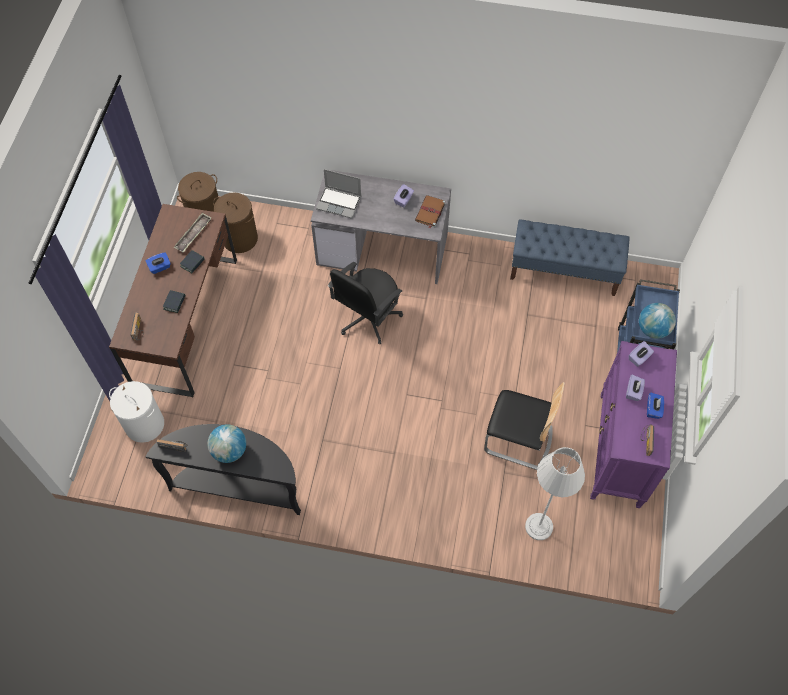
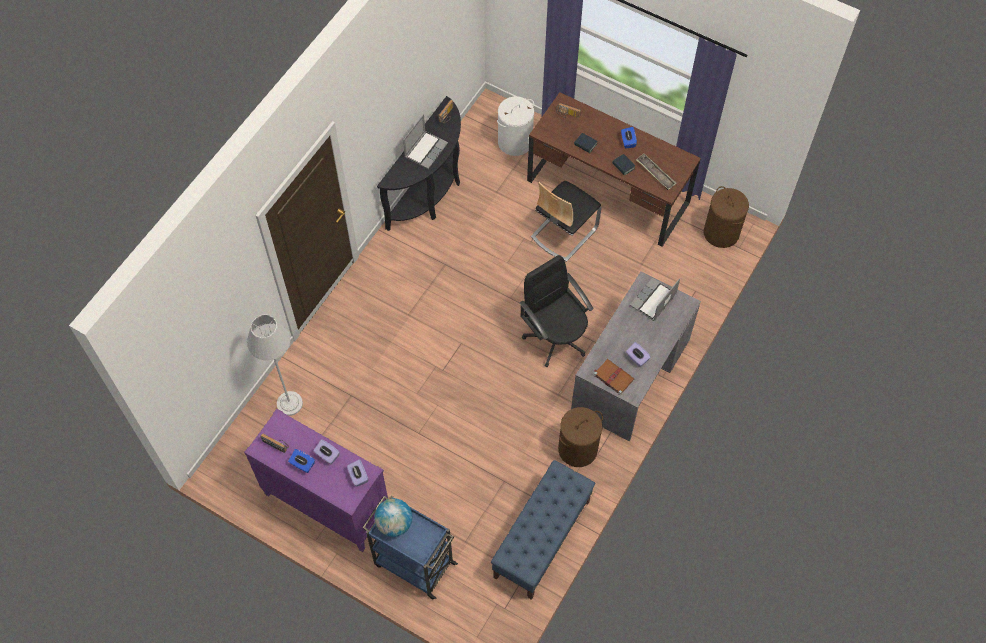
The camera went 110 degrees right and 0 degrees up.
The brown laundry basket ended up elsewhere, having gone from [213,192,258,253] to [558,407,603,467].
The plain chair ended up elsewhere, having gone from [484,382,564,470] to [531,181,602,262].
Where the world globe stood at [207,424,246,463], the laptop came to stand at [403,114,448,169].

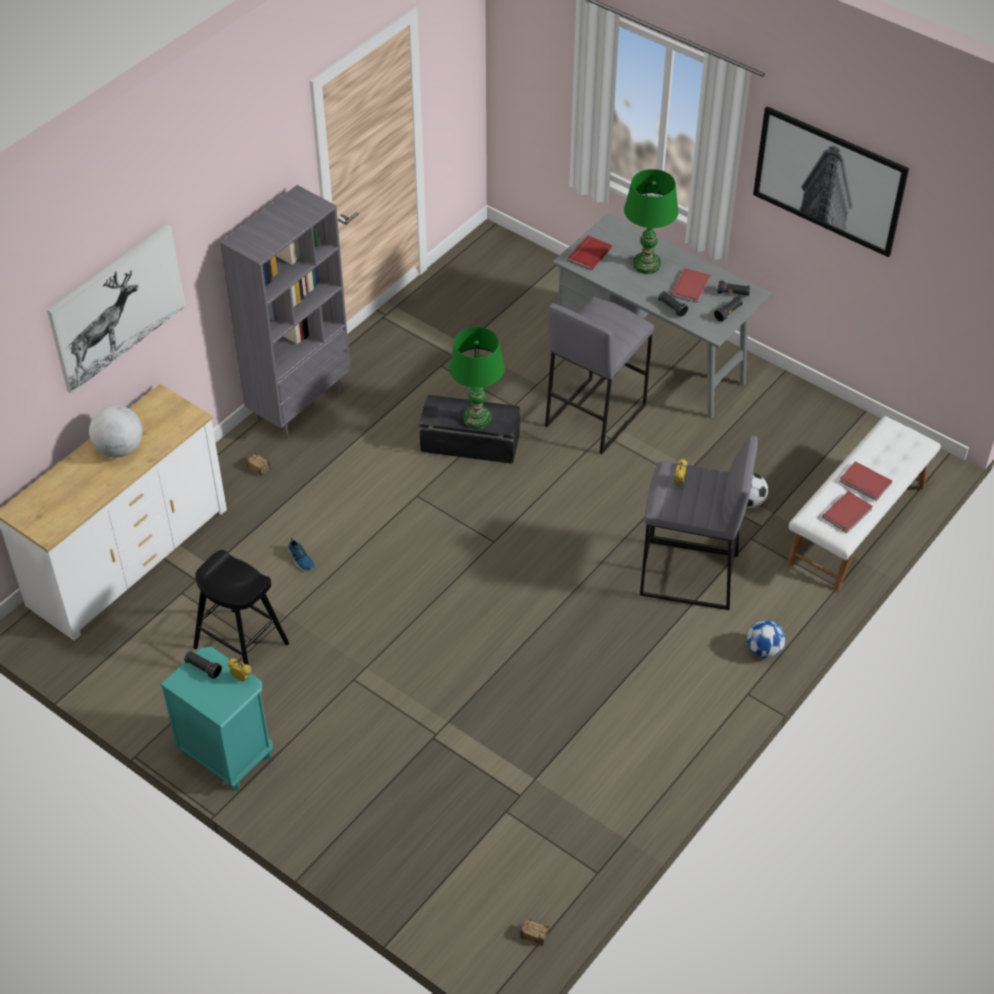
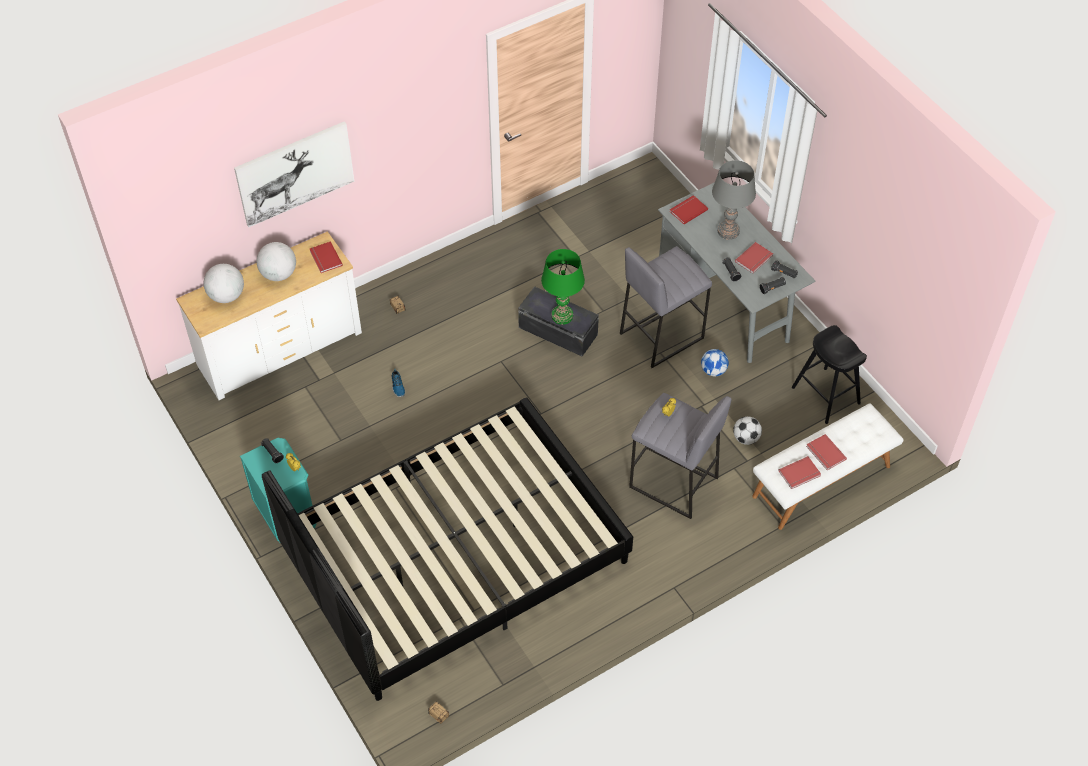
The camera went 20 degrees right and 5 degrees up.
The second view lost the greyish bookshelf at [220,185,350,440].
The second view lost the wall art at [753,106,909,257].
The second view gained the world globe at [204,264,244,303].
The second view gained the black sleeping bed at [262,397,633,701].
The second view gained the reddish volume at [310,241,343,273].
The black stool ended up elsewhere, having gone from [193,550,289,665] to [792,325,867,424].
The football ended up elsewhere, having gone from [747,620,785,658] to [701,349,729,376].
What was the green-coloured table lamp at [624,169,679,274] turned into the greyish table lamp at [712,160,756,240].

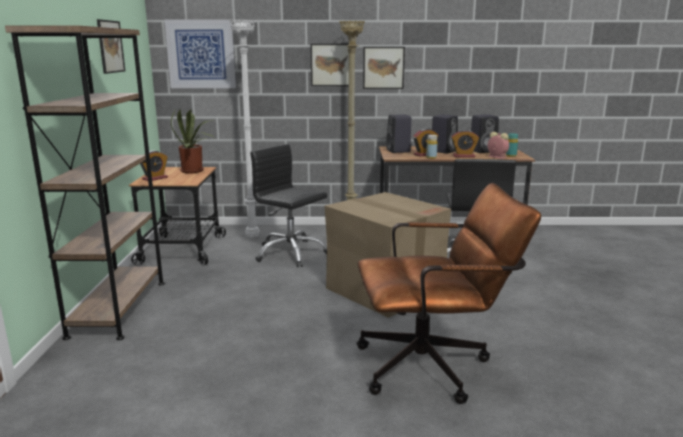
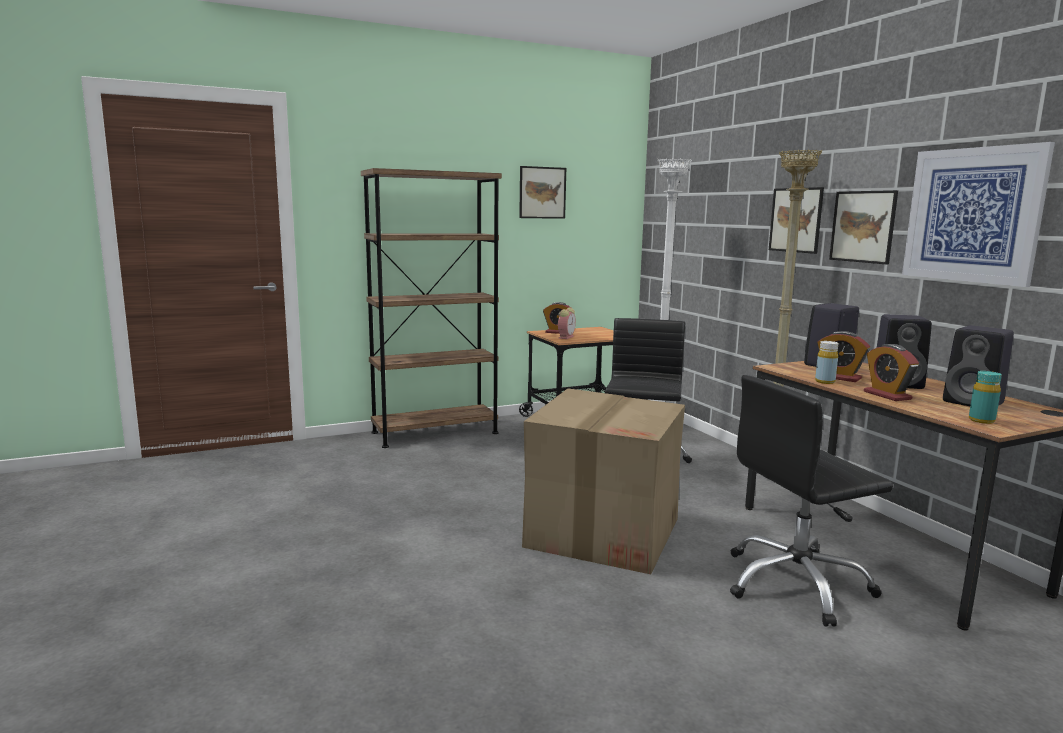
The camera went 65 degrees right and 5 degrees down.
The second view lost the houseplant at [171,109,214,174].
The second view lost the brown office chair at [356,183,541,404].
The wall art ended up elsewhere, having gone from [164,19,236,88] to [902,142,1055,287].
The alarm clock ended up elsewhere, having gone from [488,132,509,159] to [558,308,576,339].

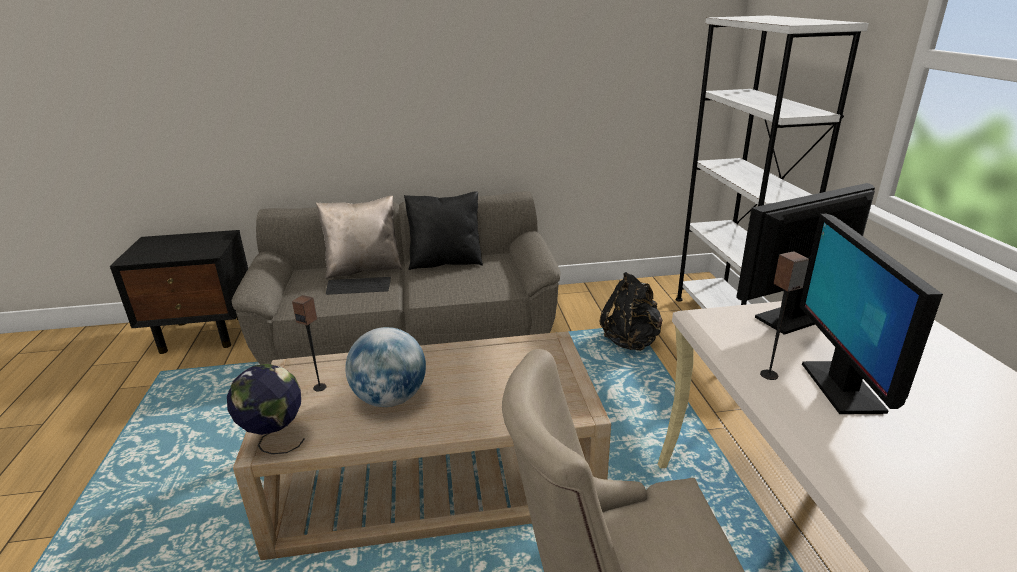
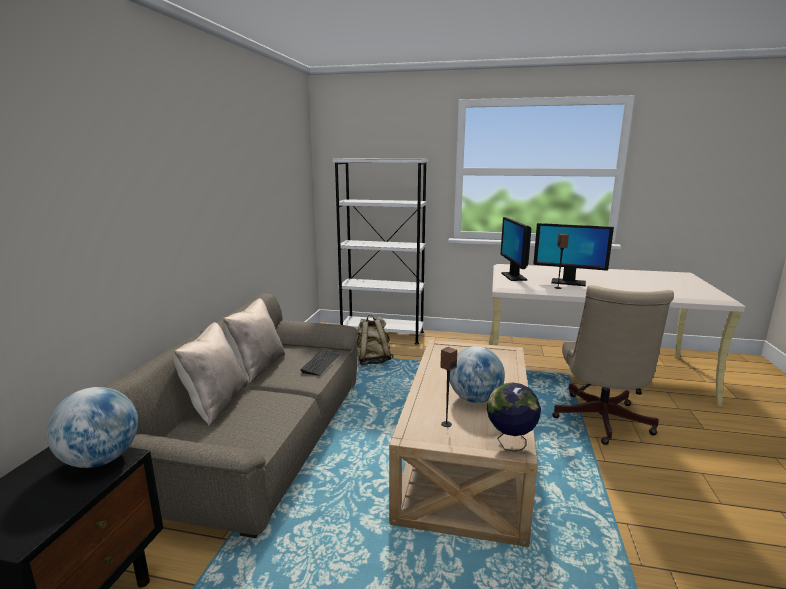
The camera went 70 degrees left and 10 degrees down.
The second view gained the world globe at [46,387,138,468].
The PC keyboard ended up elsewhere, having gone from [326,277,391,295] to [300,349,339,376].
What was the black pillow at [404,191,483,270] turned into the beige pillow at [223,298,285,384].
What was the black rucksack at [600,272,663,351] turned into the beige rucksack at [357,315,394,365].

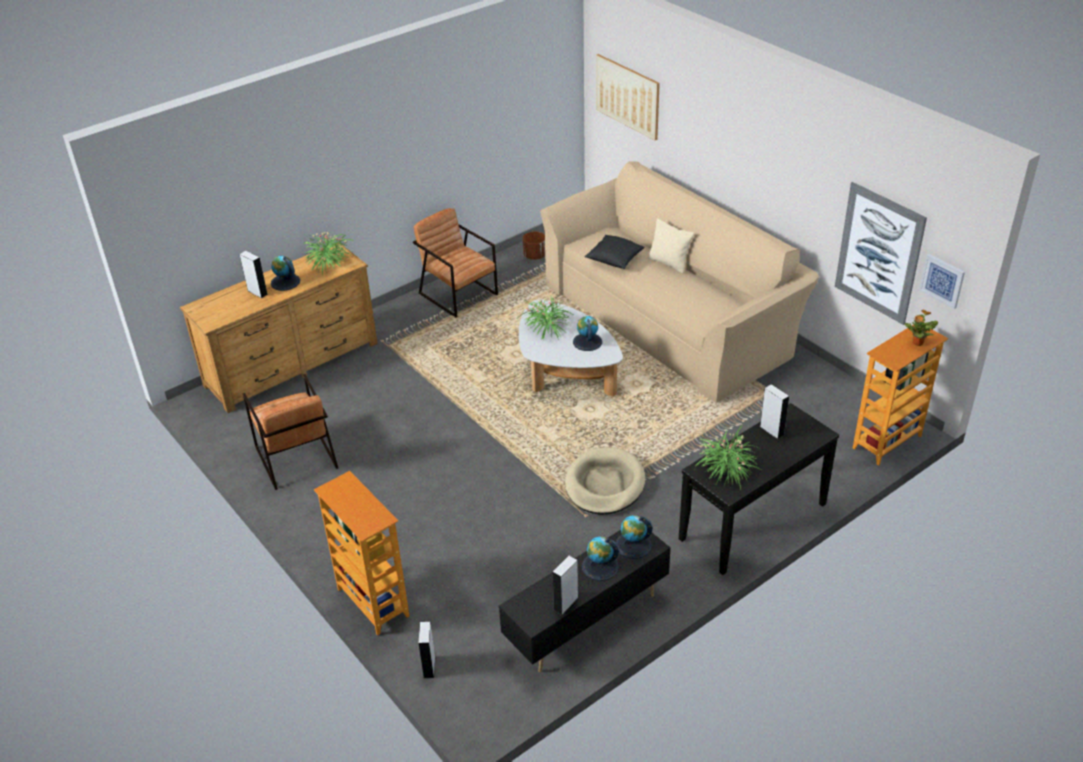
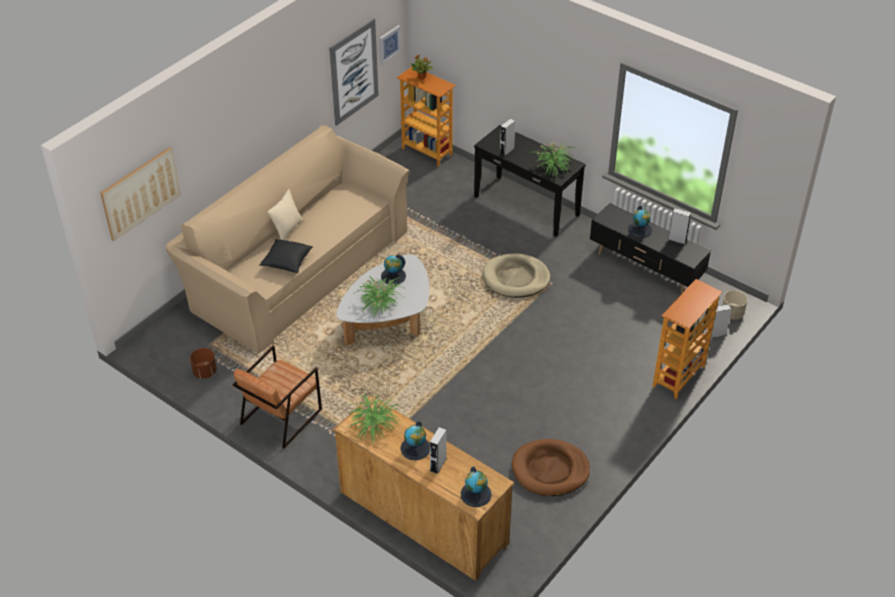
The camera went 105 degrees left and 5 degrees up.
The second view gained the beige plant pot at [722,290,747,319].
The world globe ended up elsewhere, having gone from [616,515,652,559] to [461,466,492,507].
Where the brown easy chair stood at [243,374,338,490], the brown dog bed came to stand at [512,439,590,496].

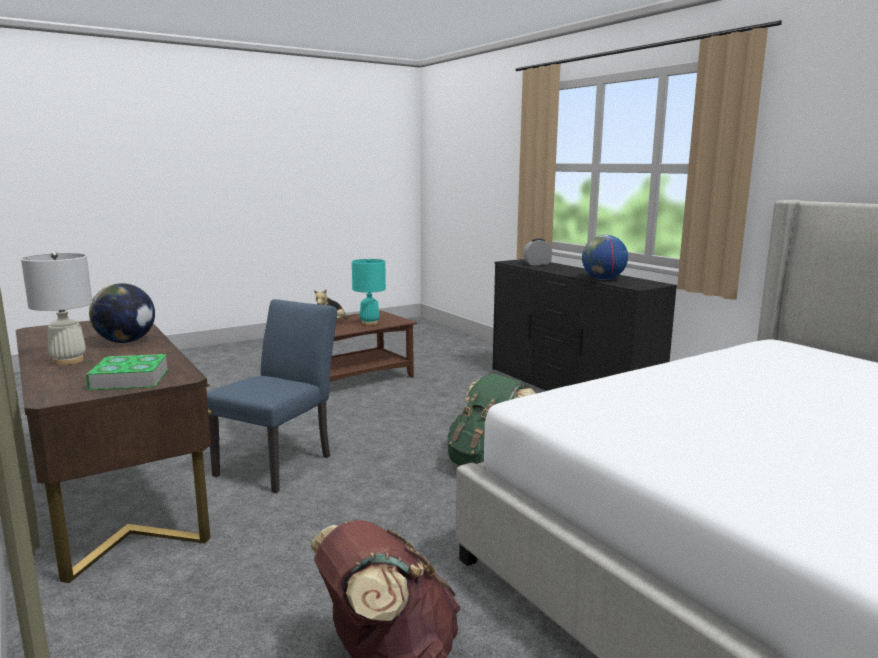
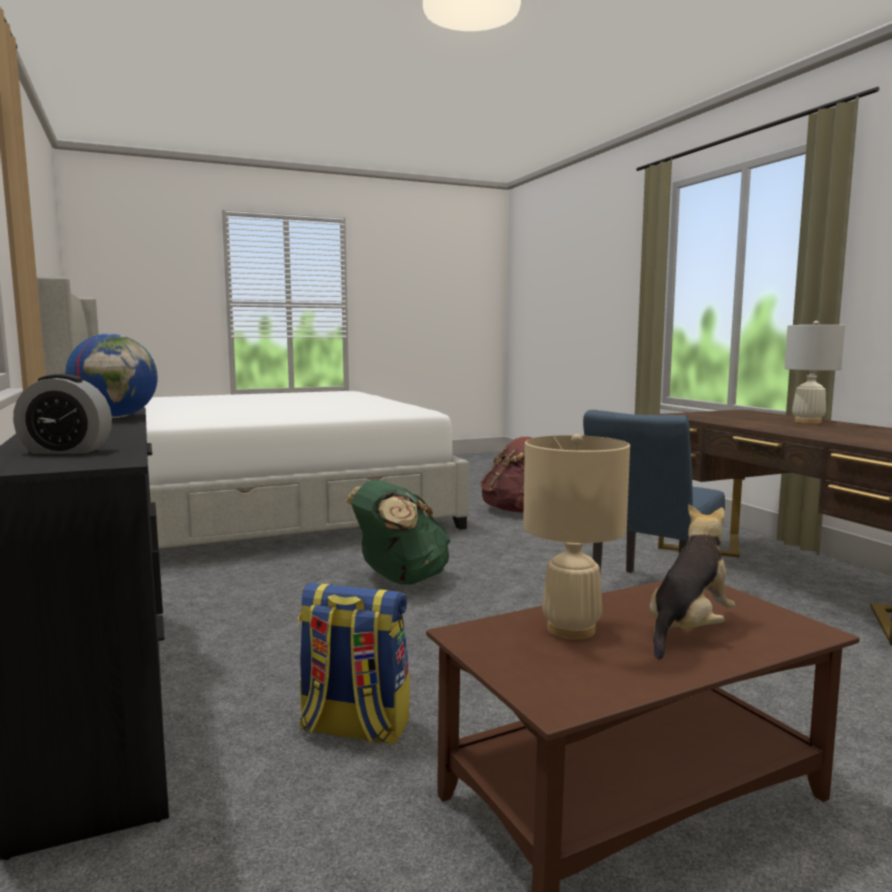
The camera went 170 degrees left and 5 degrees down.
The second view lost the volume at [86,354,168,390].
The second view lost the world globe at [89,283,155,343].
The second view gained the rucksack at [298,583,410,745].
What was the turquoise table lamp at [352,258,386,325] turned into the beige table lamp at [523,434,630,640].

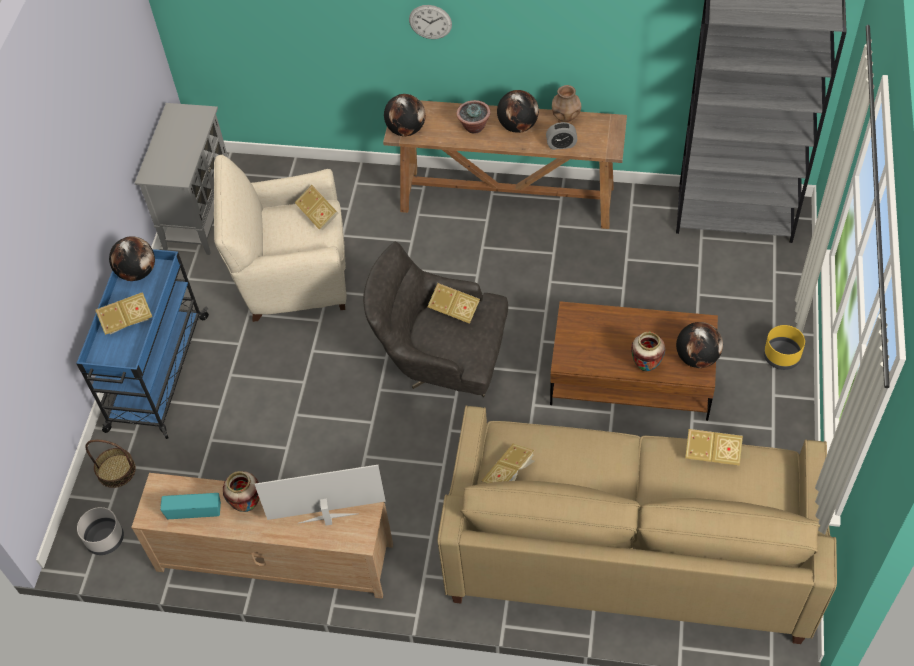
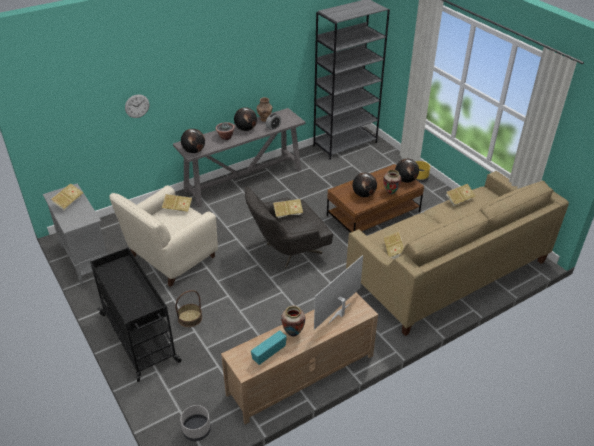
The camera went 45 degrees left and 15 degrees down.
The basket ended up elsewhere, having gone from [85,440,136,488] to [176,290,202,327].
The volume ended up elsewhere, having gone from [96,292,152,335] to [51,183,83,211].
The world globe ended up elsewhere, having gone from [109,236,155,281] to [352,173,377,197].
The wall clock ended up elsewhere, having gone from [409,5,452,39] to [125,94,149,118].
What was the blue cart at [76,249,209,439] turned into the black cart at [90,247,182,382].
What was the brown narrow table at [383,100,627,229] turned into the greyish narrow table at [173,108,306,208].

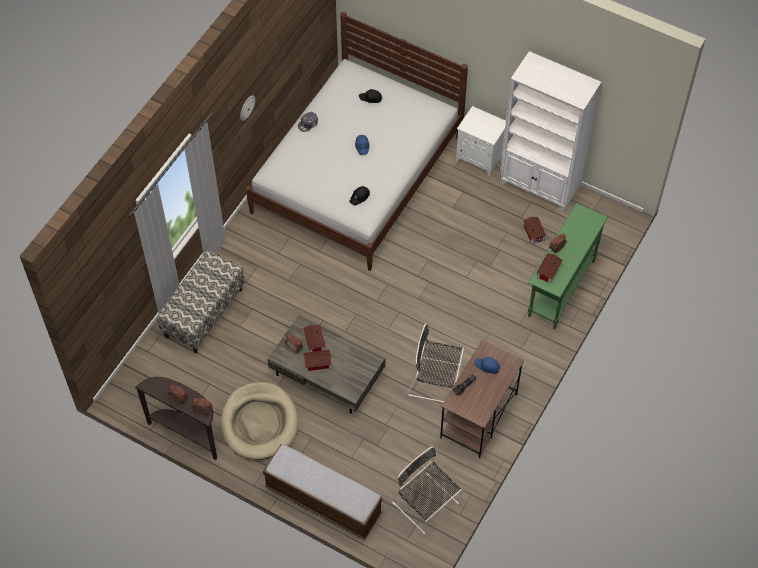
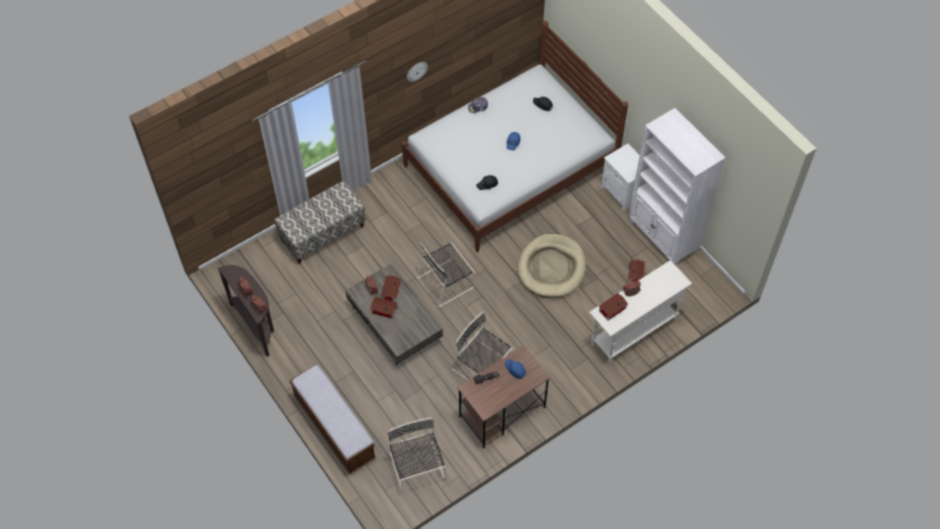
The camera went 25 degrees right and 0 degrees up.
The second view gained the black plain chair at [416,242,475,307].
The beige dog bed ended up elsewhere, having gone from [221,382,298,460] to [518,234,586,298].
What was the green-coloured narrow table at [528,203,608,329] turned into the white-coloured narrow table at [589,260,692,365].

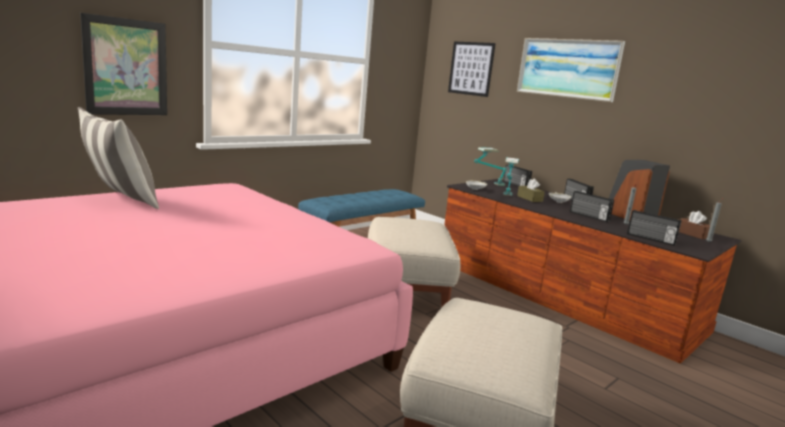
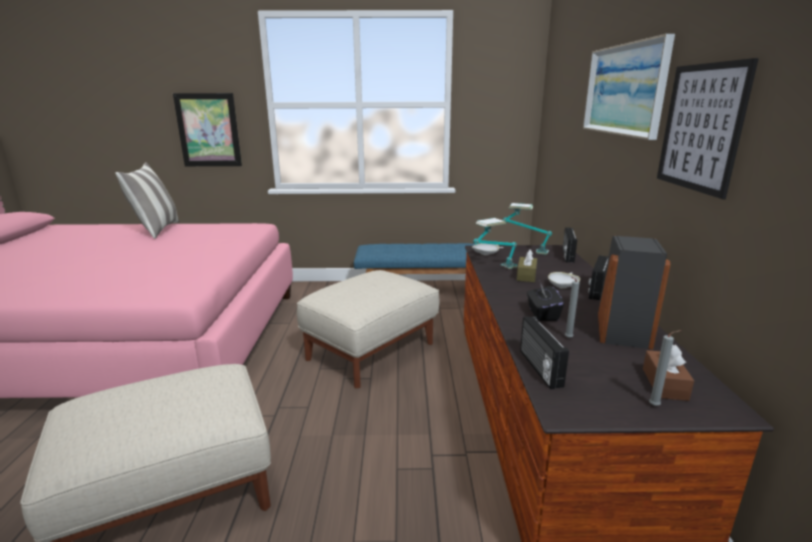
The camera went 45 degrees right and 5 degrees up.
The wall art ended up elsewhere, having gone from [448,42,496,97] to [657,58,759,199].
Where the radio receiver stood at [570,191,614,222], the black tissue holder came to stand at [527,283,564,321].

